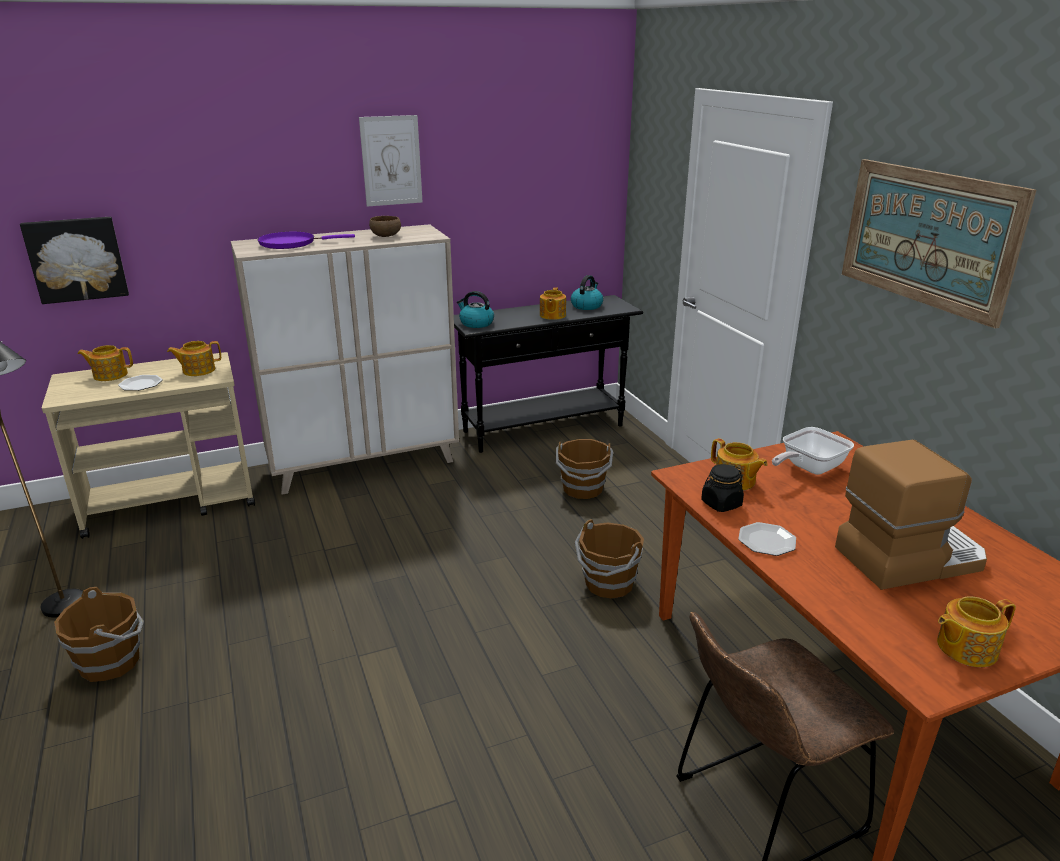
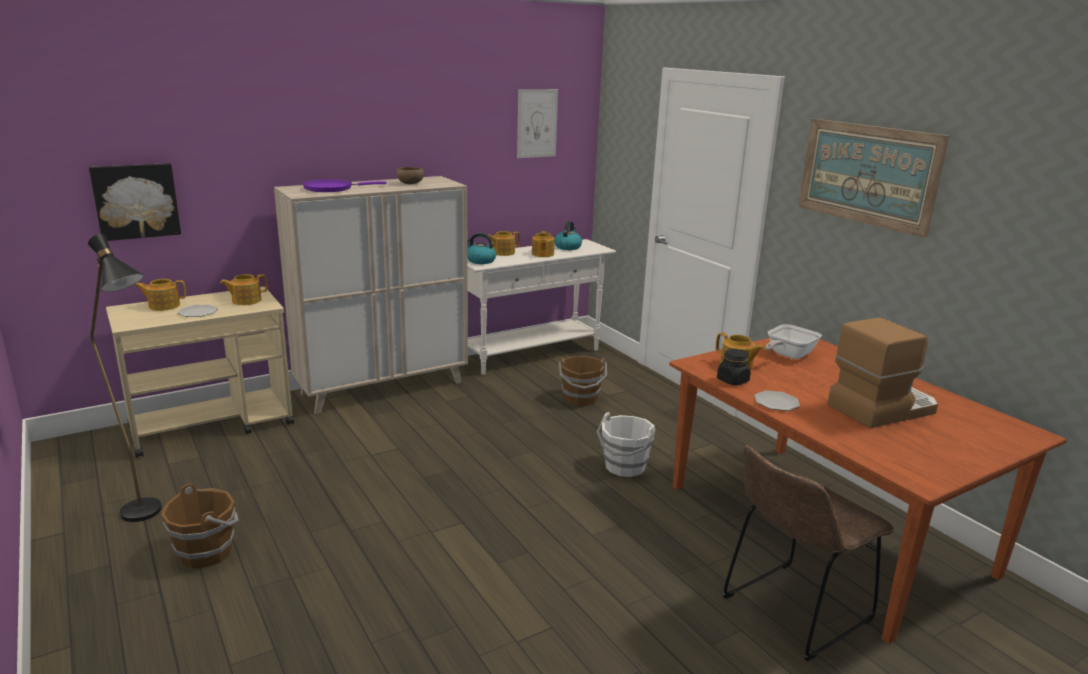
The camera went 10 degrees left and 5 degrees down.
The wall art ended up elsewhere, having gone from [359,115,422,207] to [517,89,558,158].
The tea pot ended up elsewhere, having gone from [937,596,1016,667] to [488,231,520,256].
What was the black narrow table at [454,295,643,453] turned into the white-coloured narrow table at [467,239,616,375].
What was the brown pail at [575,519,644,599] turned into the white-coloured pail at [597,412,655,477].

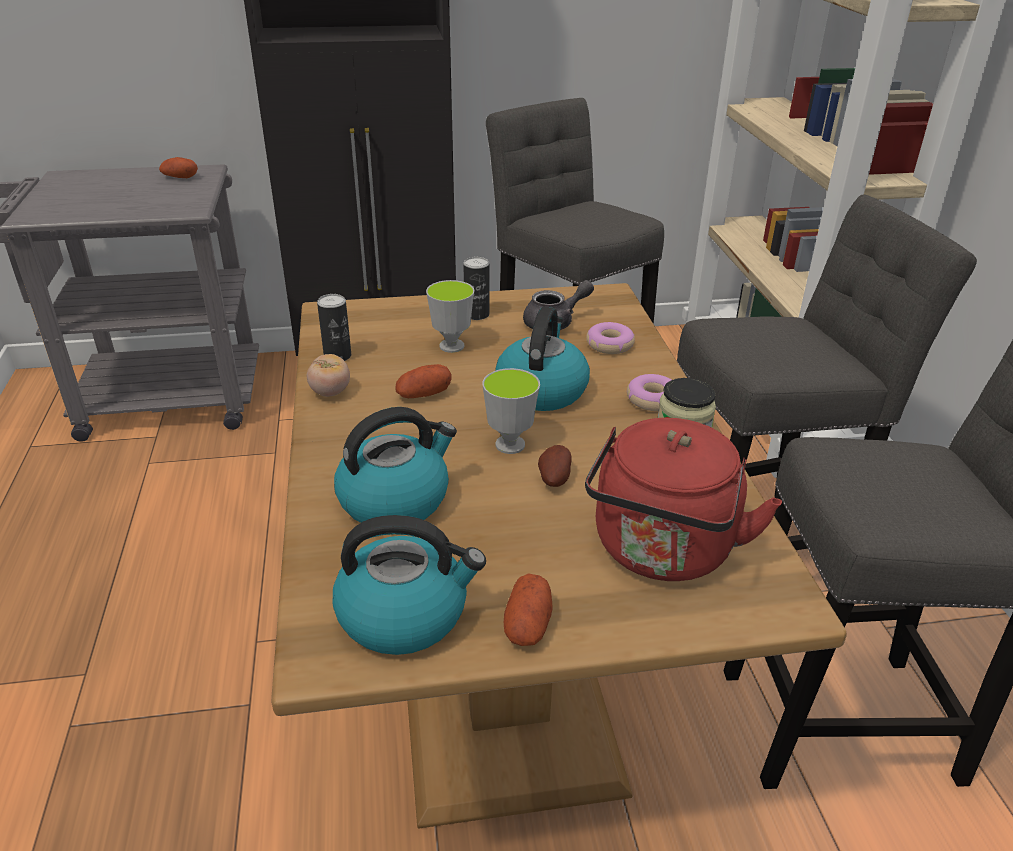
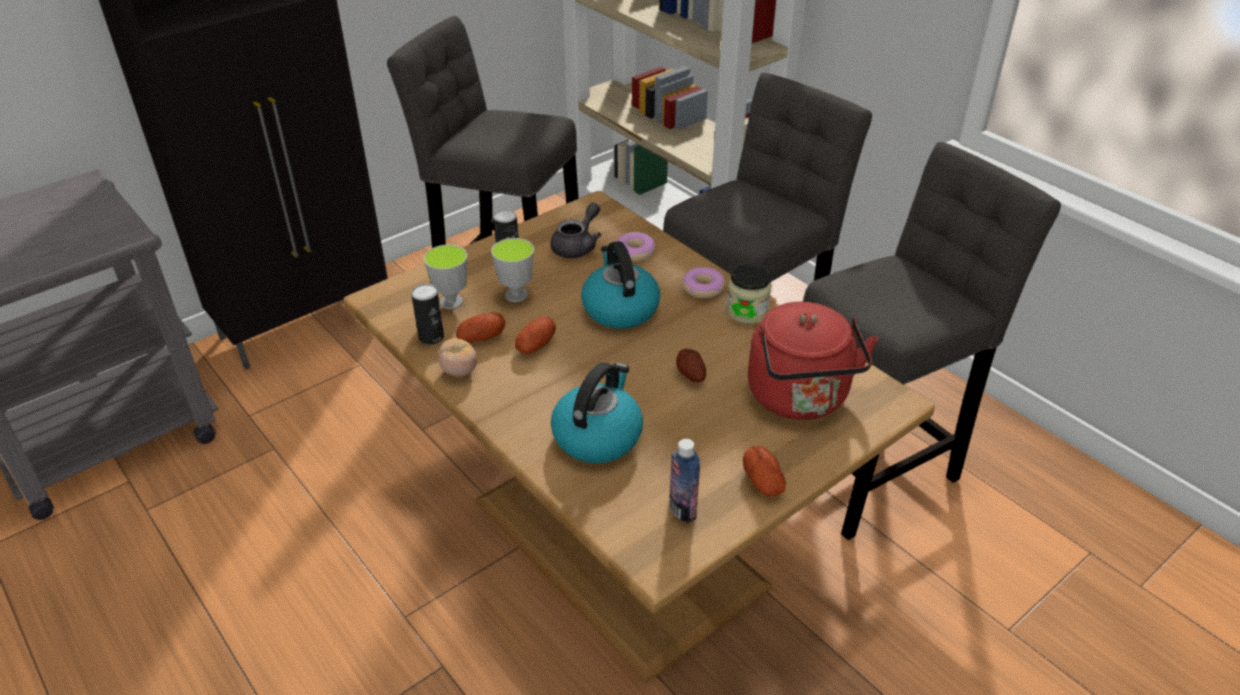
The camera went 30 degrees left and 5 degrees up.
The spud ended up elsewhere, having gone from [159,157,198,178] to [456,312,505,342].
The cup ended up elsewhere, having gone from [483,368,540,454] to [424,245,467,309].
Where the tea kettle stood at [333,515,486,655], the beverage bottle came to stand at [669,439,700,523].

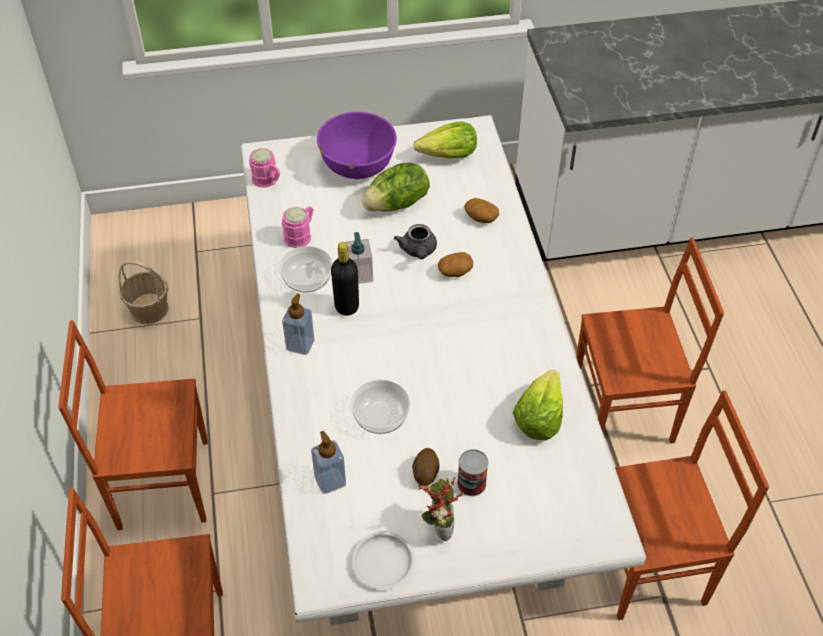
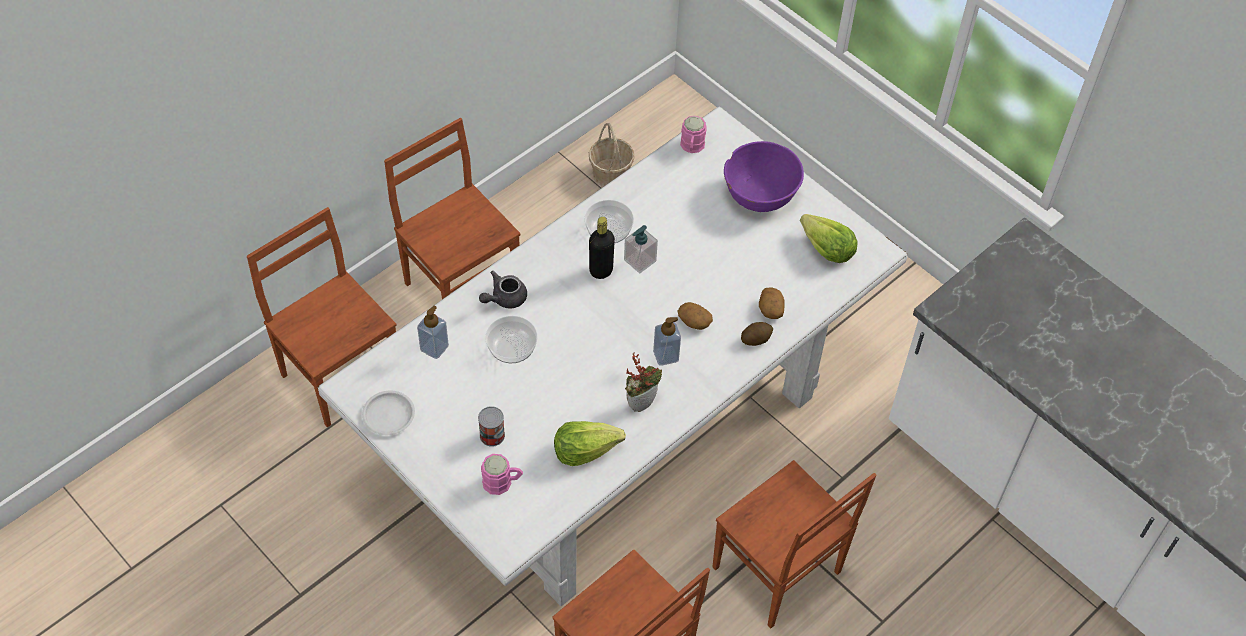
The camera went 55 degrees right and 5 degrees up.
The second view lost the lettuce head at [362,163,430,211].
The pink mug ended up elsewhere, having gone from [282,206,314,248] to [481,454,523,495].
The soap bottle ended up elsewhere, having gone from [282,294,314,355] to [653,317,681,366].
The greyish tea pot ended up elsewhere, having gone from [394,224,437,259] to [479,271,527,308].
The spud ended up elsewhere, having gone from [412,448,440,486] to [741,322,773,346].
The houseplant ended up elsewhere, having gone from [418,477,463,541] to [625,352,662,412].

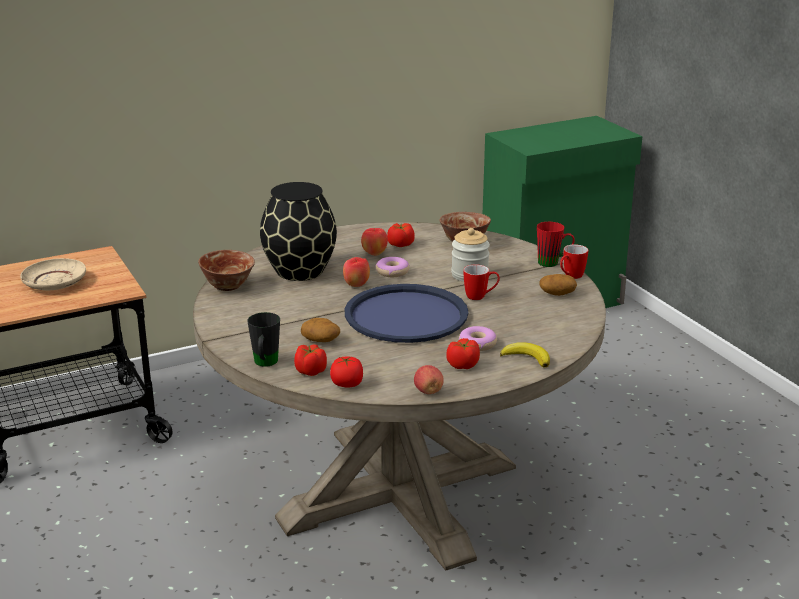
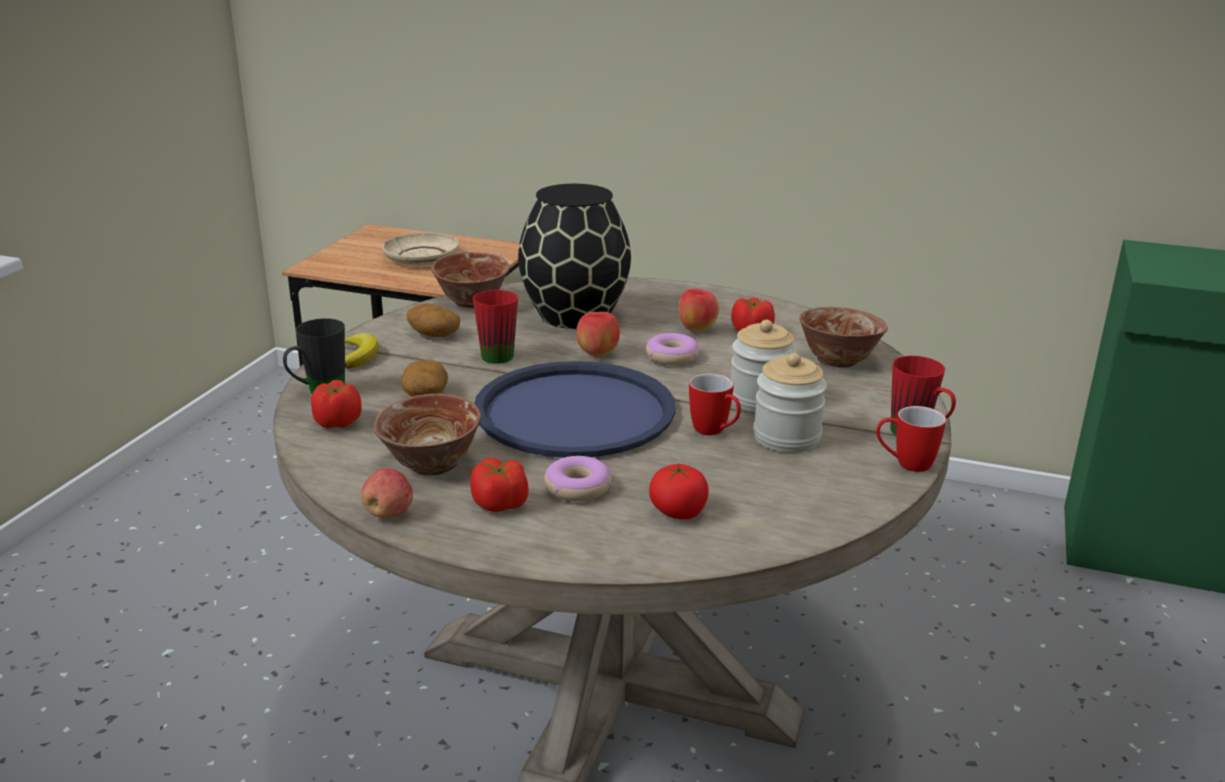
The camera went 45 degrees right and 0 degrees up.
The second view gained the serving bowl at [374,394,481,475].
The second view gained the reddish mug at [473,290,518,364].
The second view gained the jar at [753,353,827,453].
The tomato ended up elsewhere, having gone from [330,356,363,387] to [649,463,709,520].
The banana fruit ended up elsewhere, having gone from [500,342,550,368] to [345,333,379,369].
The spud ended up elsewhere, having gone from [539,274,577,296] to [407,304,460,337].

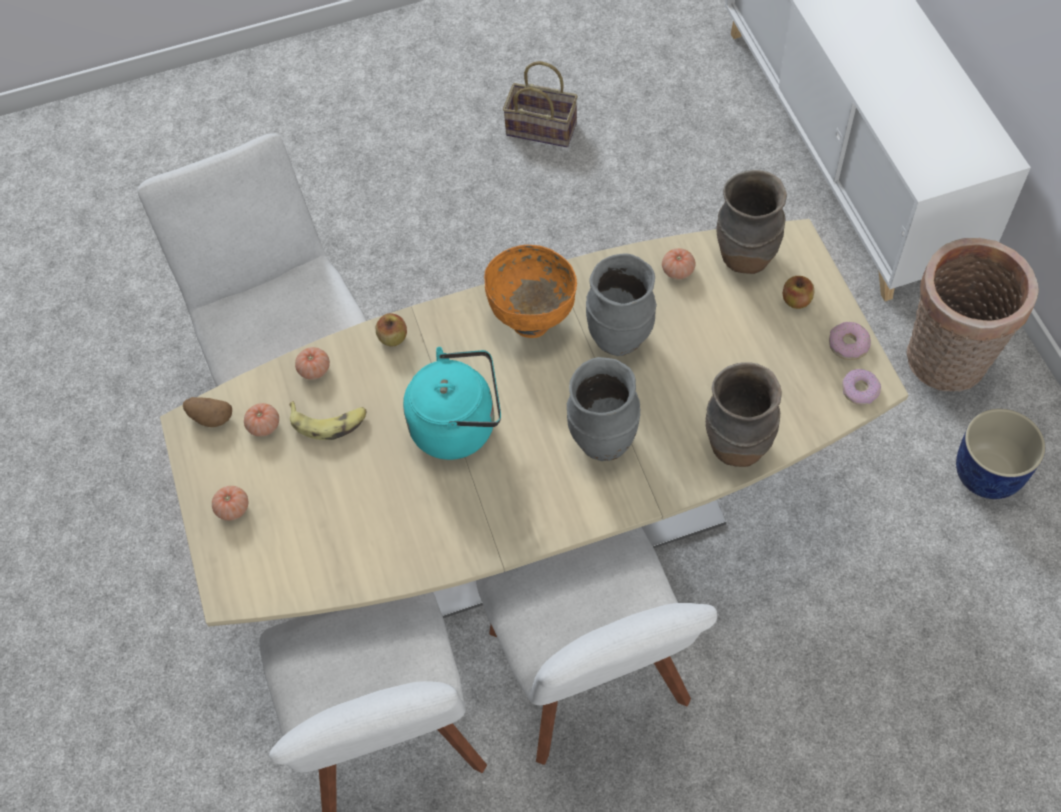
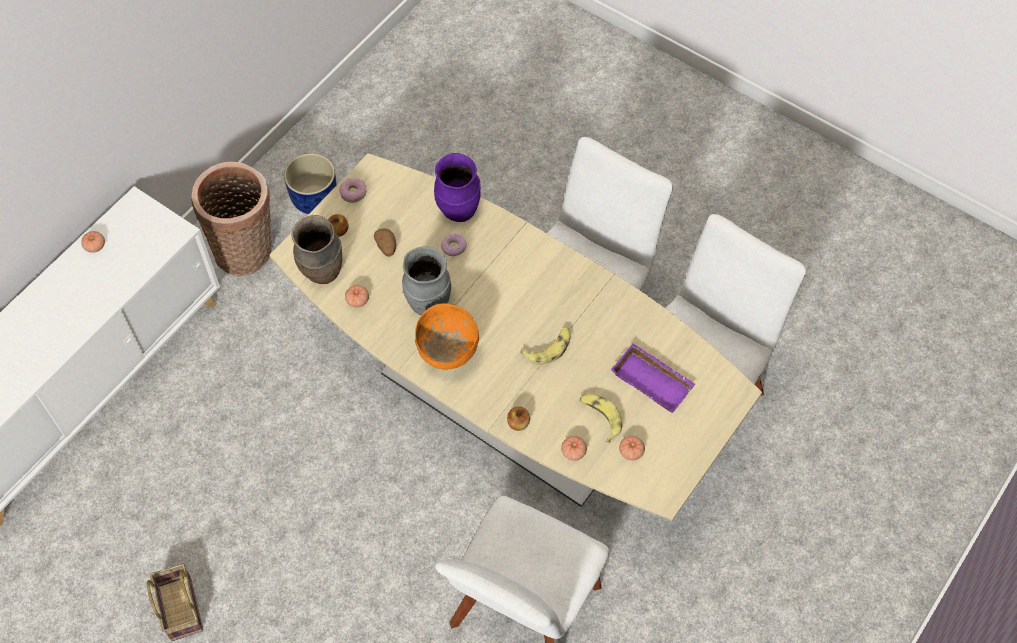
The camera went 130 degrees left and 0 degrees up.
The second view lost the greyish vase at [567,357,641,461].
The second view gained the purple-coloured serving tray at [611,343,696,413].
The spud ended up elsewhere, having gone from [183,397,232,427] to [374,229,396,257].
The tomato ended up elsewhere, having gone from [212,486,248,521] to [81,231,105,253].
The ring doughnut ended up elsewhere, having gone from [842,369,881,405] to [441,234,467,256].
Where the turquoise tea kettle stood at [403,347,501,460], the banana fruit came to stand at [520,327,570,365].
What was the brown vase at [705,362,782,467] turned into the purple-coloured vase at [434,153,481,222].

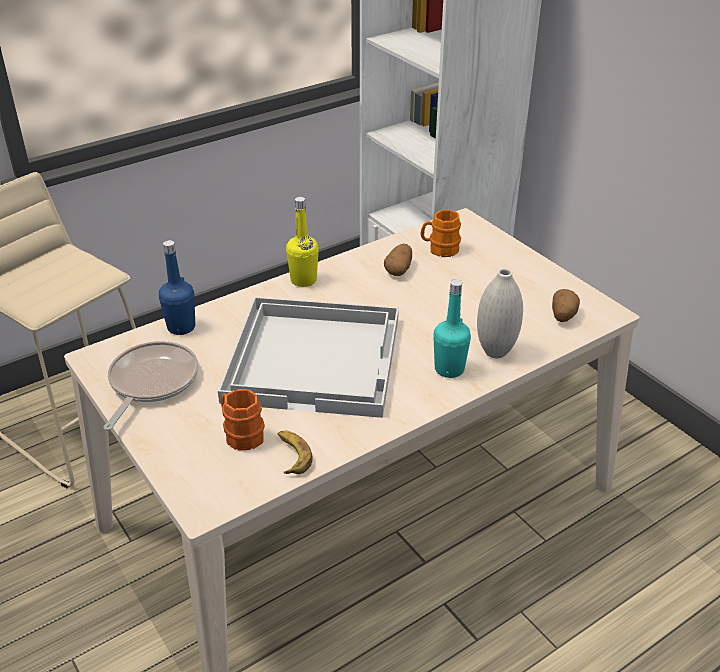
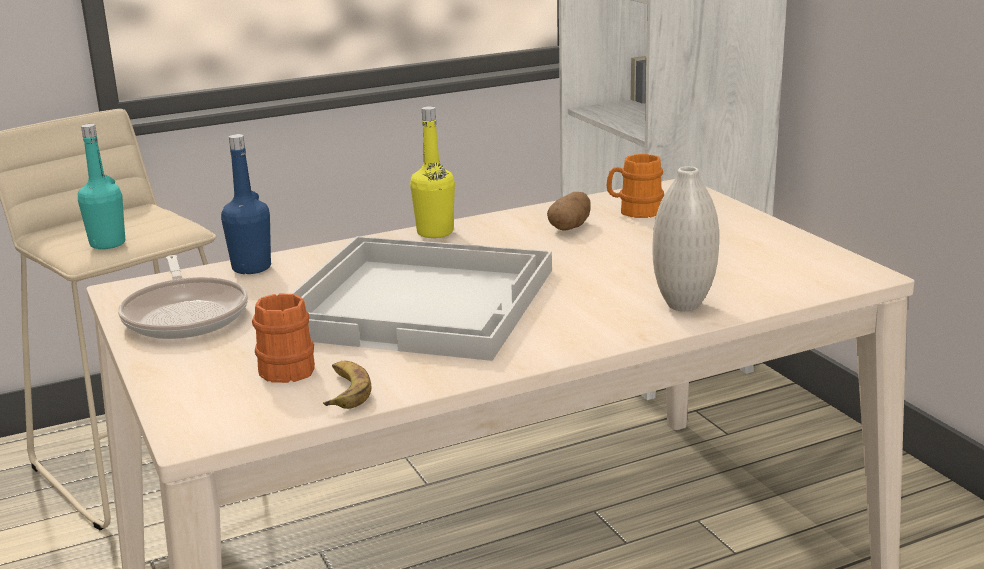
The camera went 10 degrees right and 15 degrees down.
The second view lost the spud at [552,289,580,322].
The turquoise beverage bottle ended up elsewhere, having gone from [433,279,471,378] to [78,124,125,249].
The frying pan at [103,341,198,431] ended up facing another way, 135 degrees clockwise from before.

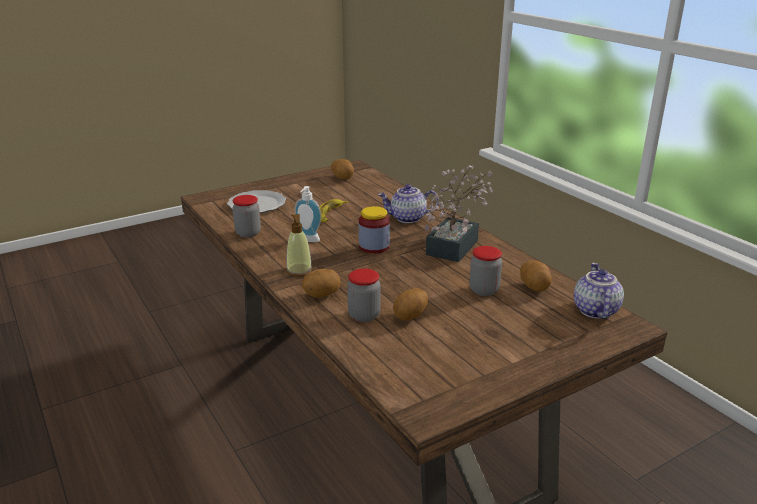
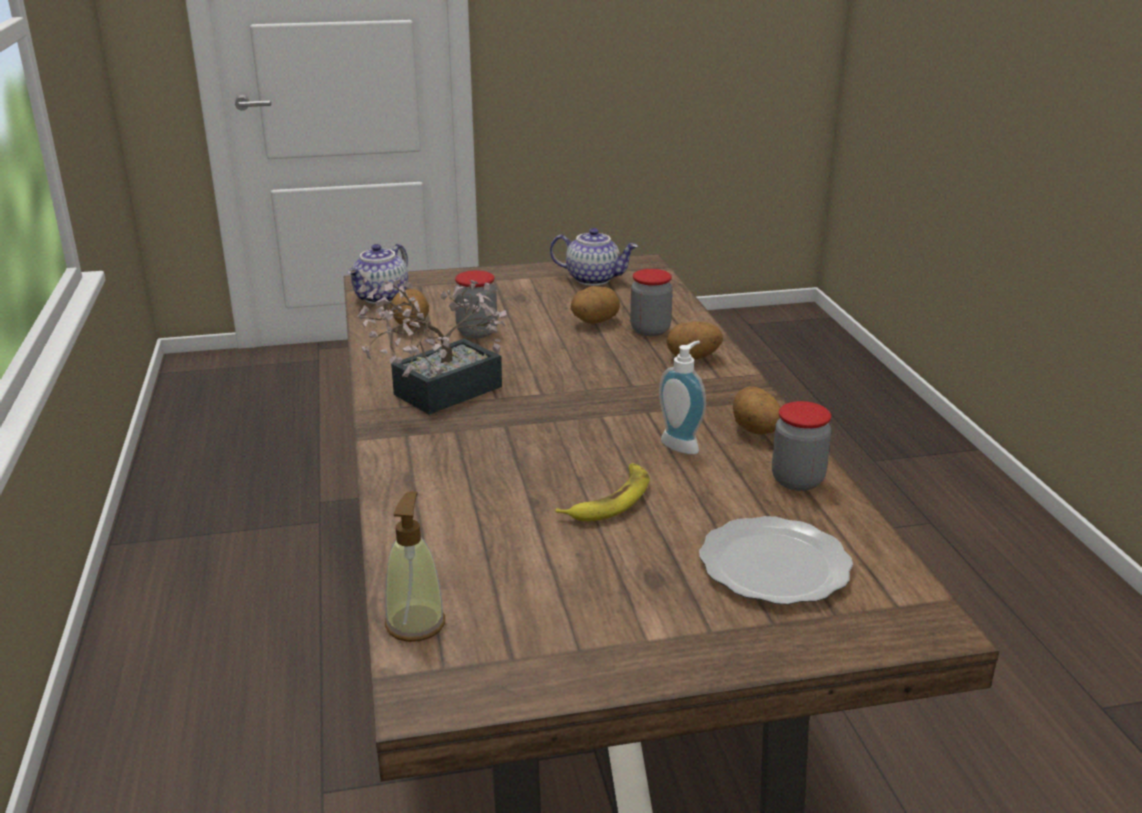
The camera went 160 degrees left and 0 degrees up.
The second view lost the jar at [359,206,390,254].
The soap bottle ended up elsewhere, having gone from [286,214,312,277] to [385,491,445,642].
The spud ended up elsewhere, having gone from [331,159,354,180] to [733,387,780,435].
The tea pot ended up elsewhere, having gone from [378,184,439,223] to [550,228,638,286].

